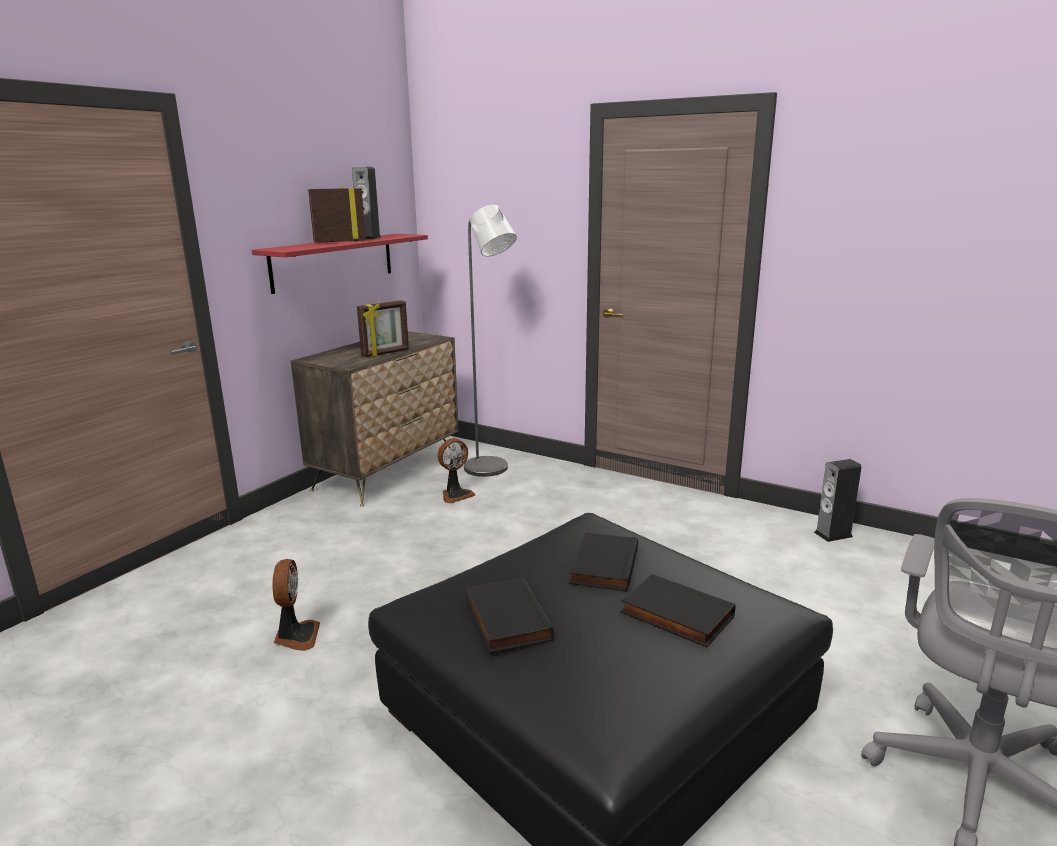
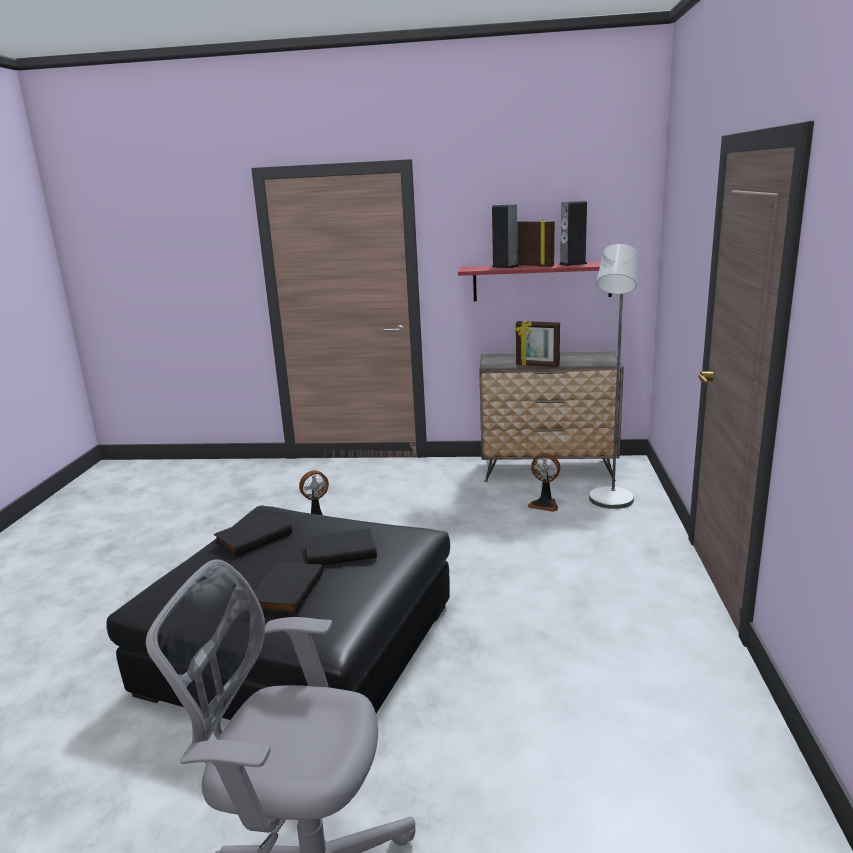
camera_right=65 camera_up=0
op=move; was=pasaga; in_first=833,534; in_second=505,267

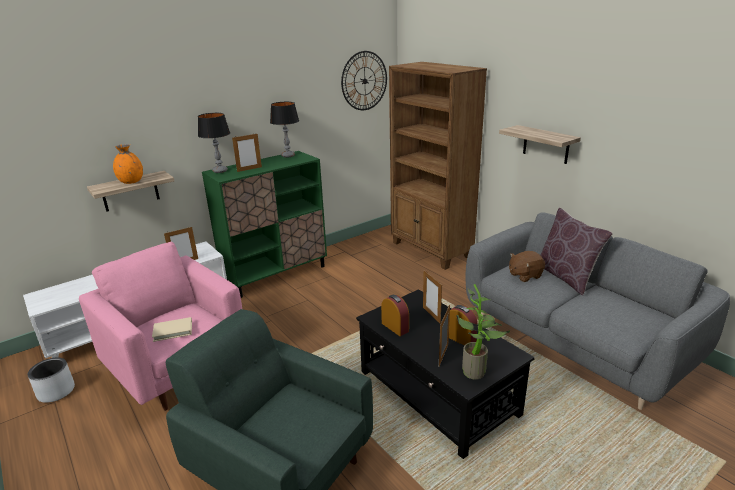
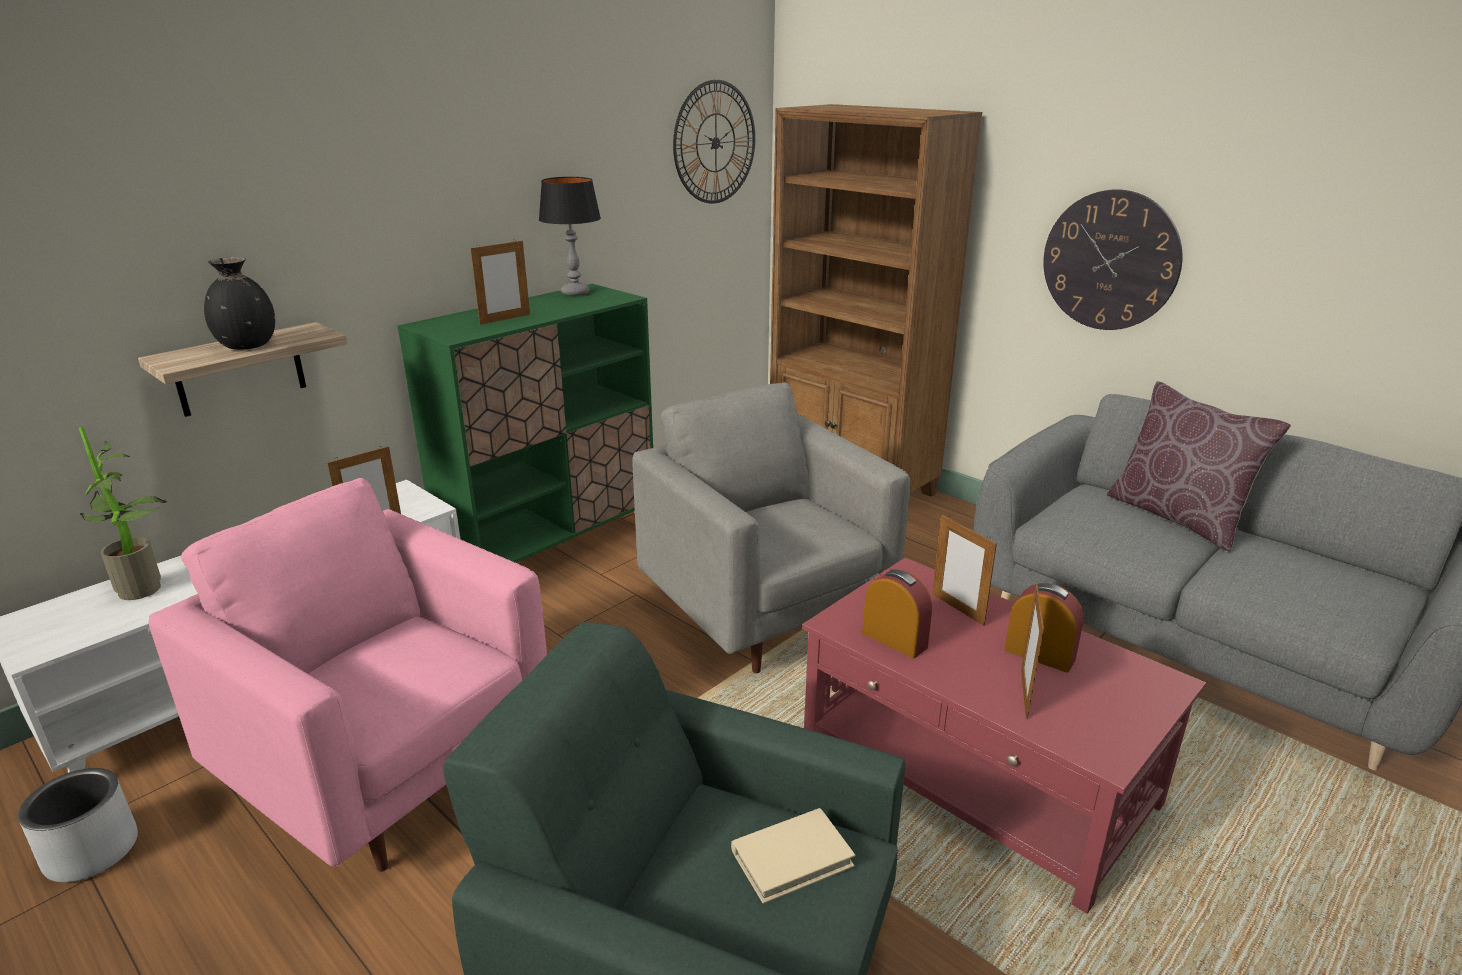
camera_right=-10 camera_up=0
op=recolor; was=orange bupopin; now=black bupopin; in_first=131,182; in_second=248,346
op=move; was=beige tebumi; in_first=173,331; in_second=792,858
op=delete; was=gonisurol; in_first=220,171
op=recolor; was=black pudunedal; now=red pudunedal; in_first=437,393; in_second=977,772
op=move; was=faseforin; in_first=477,371; in_second=147,588
op=replace; was=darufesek; now=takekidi; in_first=546,144; in_second=1110,261
op=delete; was=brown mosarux; in_first=524,275
op=insert; now=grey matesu; in_second=766,612

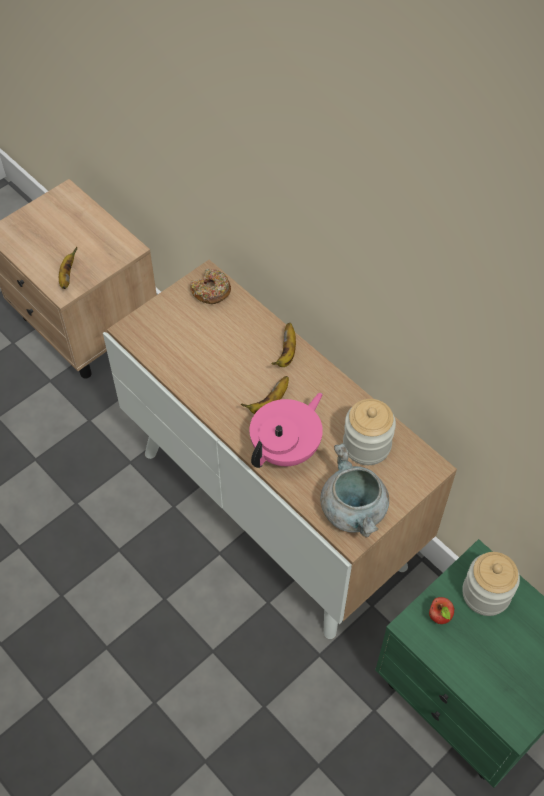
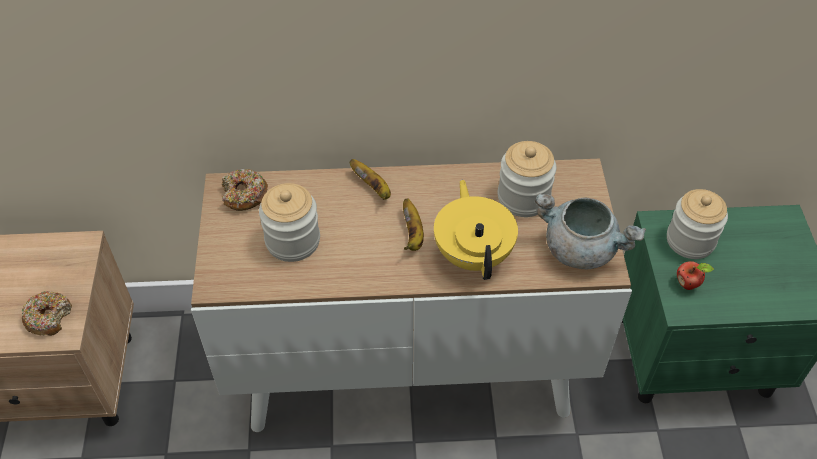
camera_right=-50 camera_up=-5
op=replace; was=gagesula; now=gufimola; in_first=67,276; in_second=49,317
op=recolor; was=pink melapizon; now=yellow melapizon; in_first=287,449; in_second=473,253
op=insert; now=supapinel; in_second=293,241

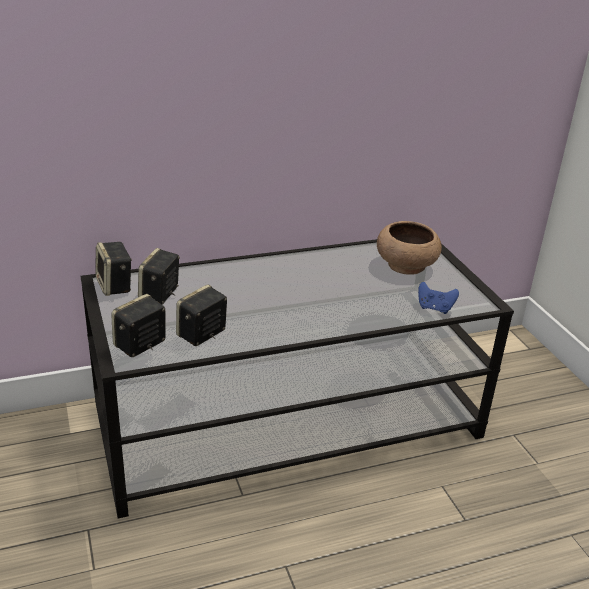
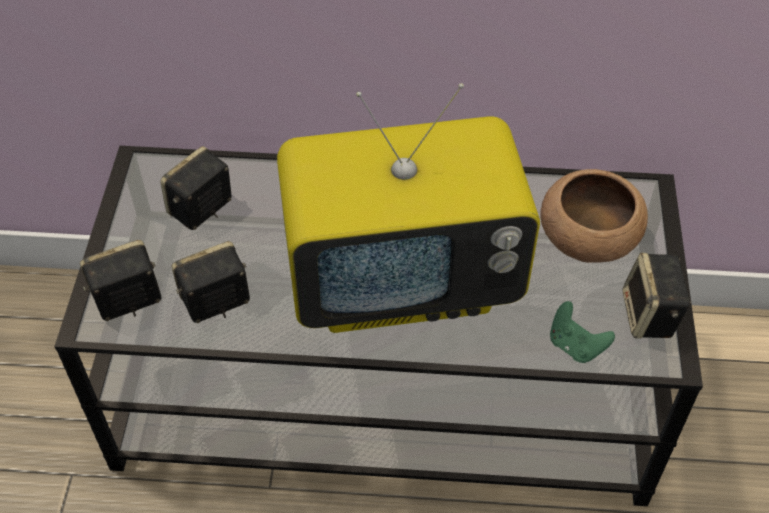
camera_right=25 camera_up=20
op=move; was=pasaga; in_first=115,286; in_second=650,316
op=recolor; was=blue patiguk; now=green patiguk; in_first=434,308; in_second=575,346
op=insert; now=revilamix; in_second=404,281

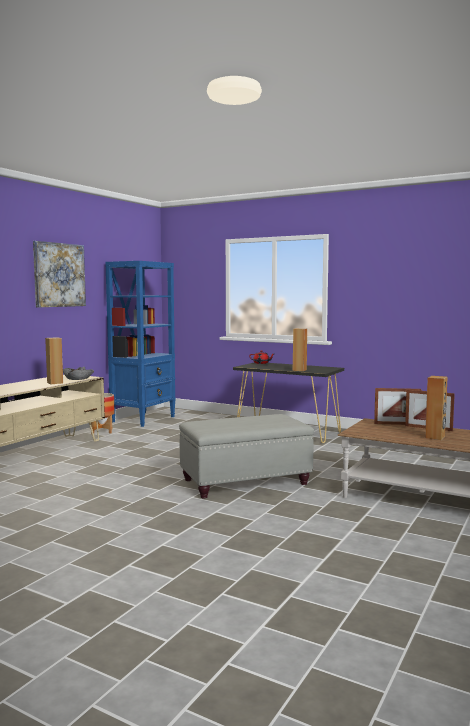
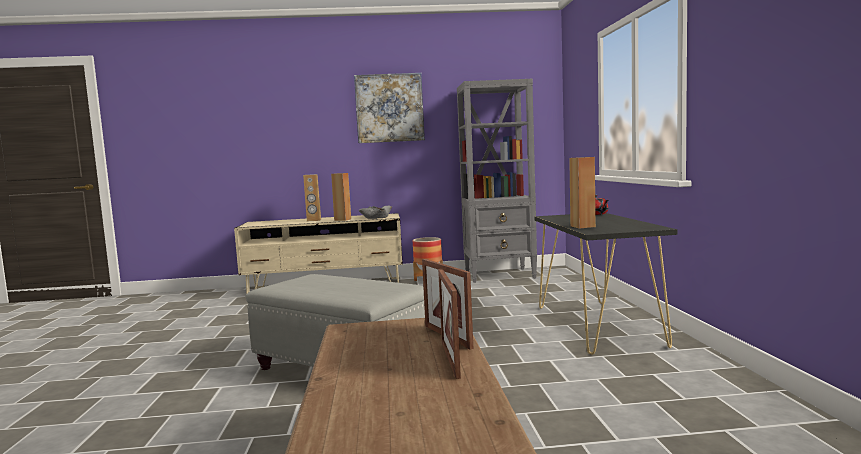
camera_right=55 camera_up=0
op=recolor; was=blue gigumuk; now=grey gigumuk; in_first=144,419; in_second=500,275
op=move; was=brown pasaga; in_first=435,437; in_second=314,220

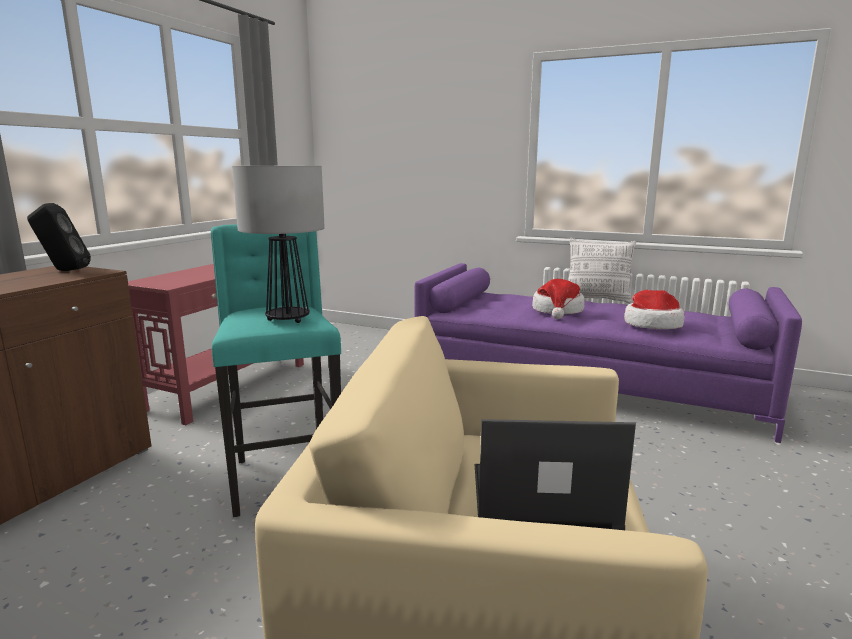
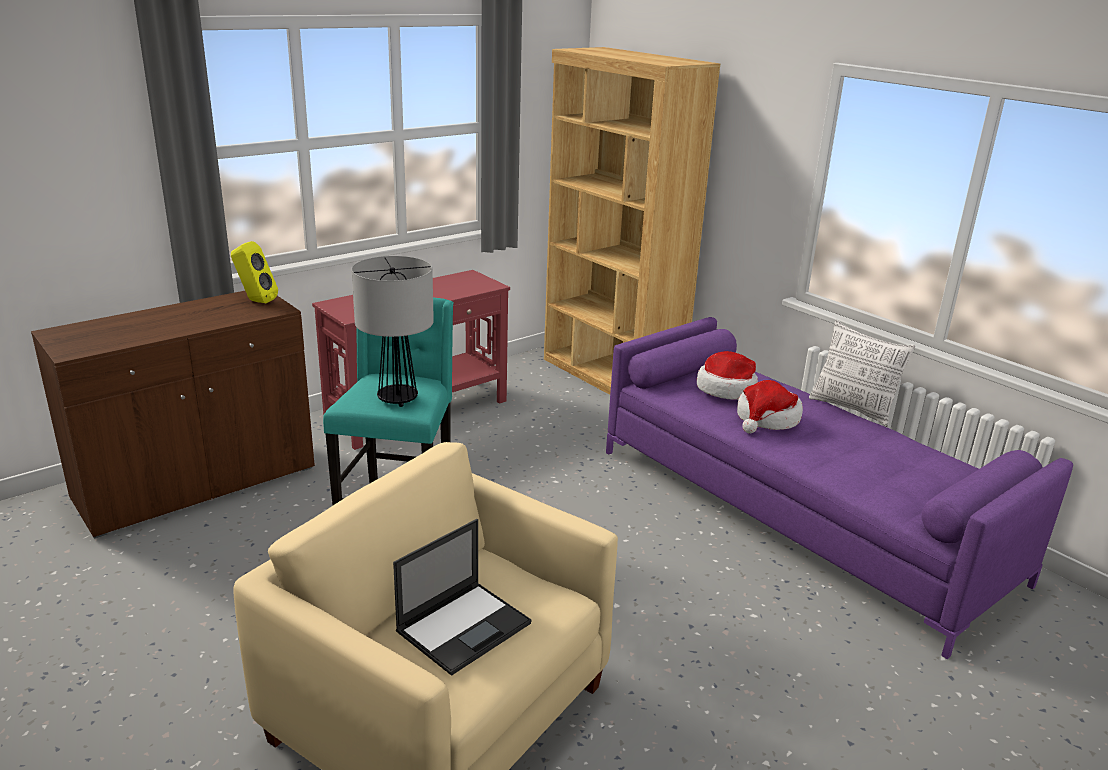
camera_right=25 camera_up=10
op=recolor; was=black pasaga; now=yellow pasaga; in_first=63,271; in_second=255,301
op=rotate; was=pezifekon; in_first=540,498; in_second=465,626; clockwise=105
op=move; was=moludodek; in_first=652,324; in_second=726,389
op=insert; now=brown gigumuk; in_second=610,376

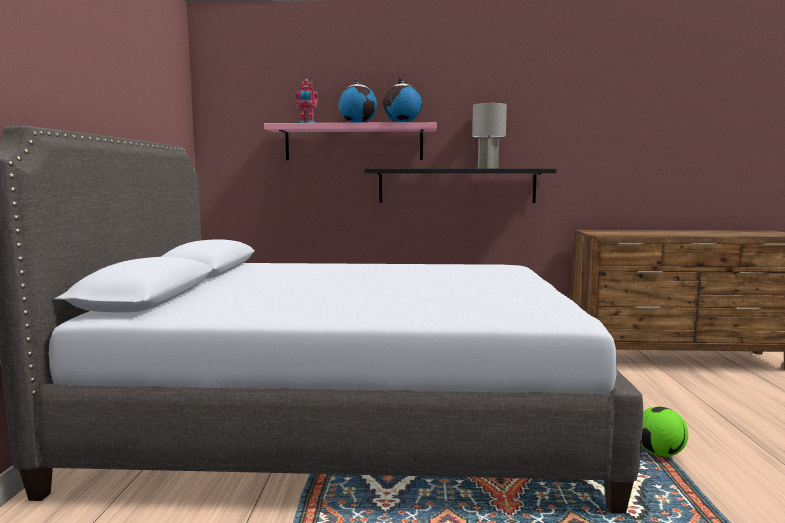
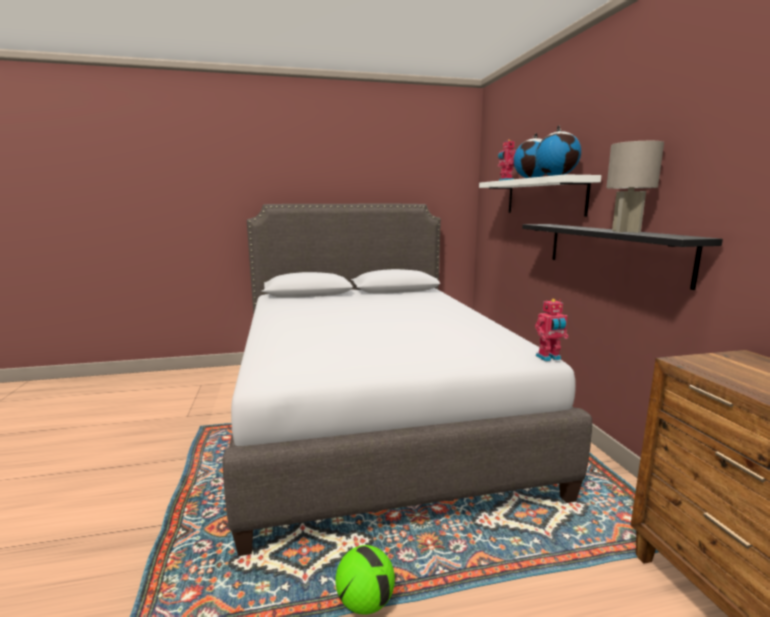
camera_right=75 camera_up=5
op=recolor; was=pink darufesek; now=white darufesek; in_first=354,143; in_second=544,197
op=insert; now=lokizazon; in_second=549,358

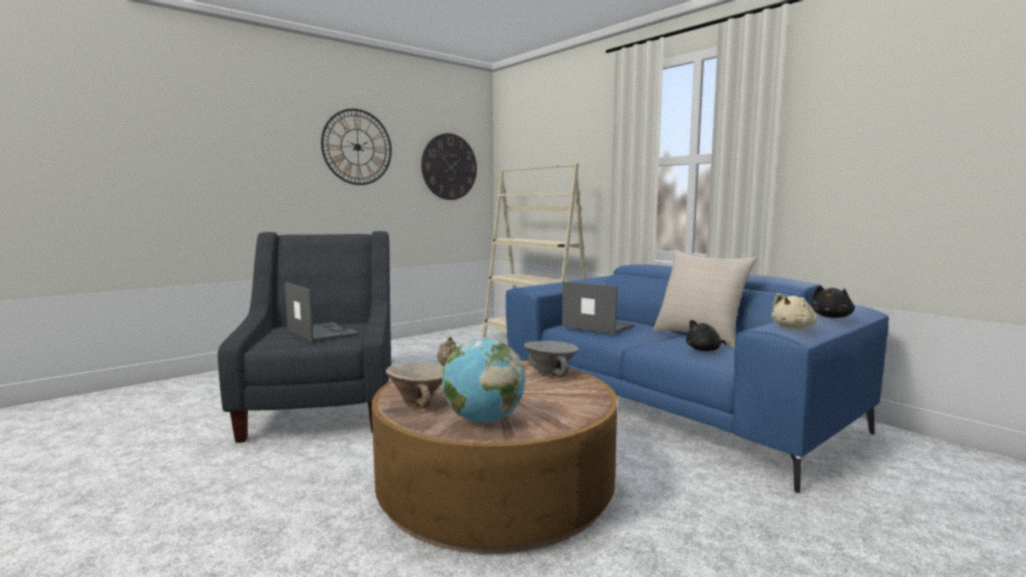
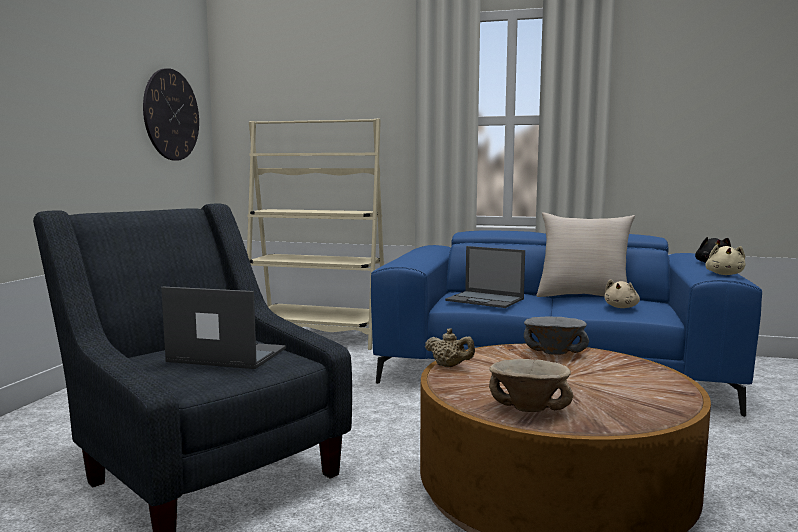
camera_right=-35 camera_up=0
op=delete; was=takekidi; in_first=357,147
op=delete; was=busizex; in_first=483,420
op=rotate; was=pezifekon; in_first=597,326; in_second=485,300; clockwise=-150
op=recolor; was=black mosarux; now=beige mosarux; in_first=705,350; in_second=621,307

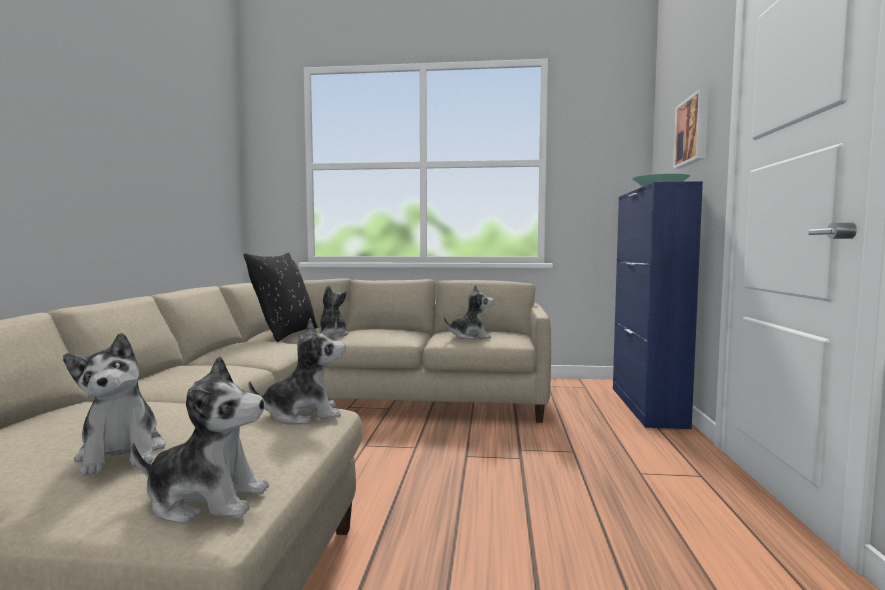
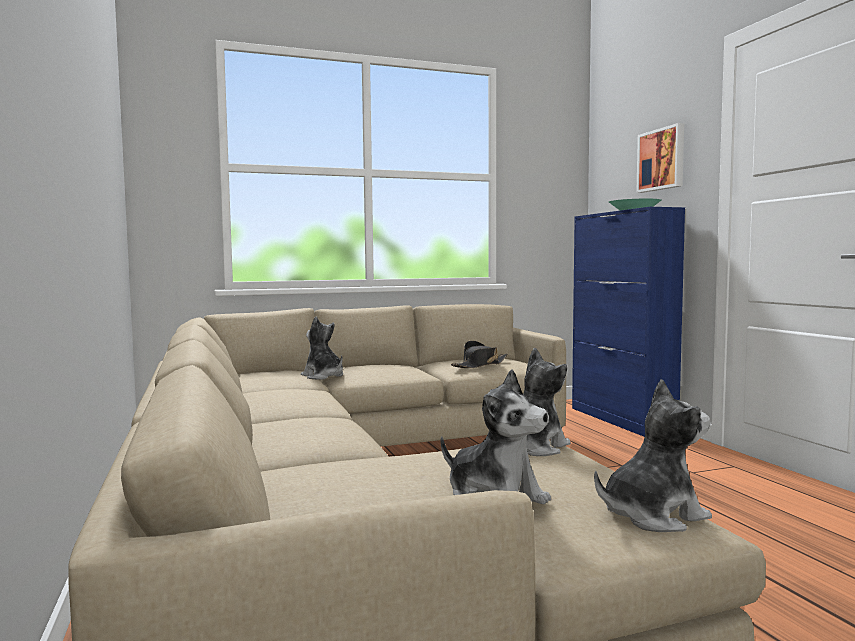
camera_right=-25 camera_up=0
op=delete; was=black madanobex; in_first=284,334
op=replace; was=mosarux; now=black moludodek; in_first=470,337; in_second=479,365

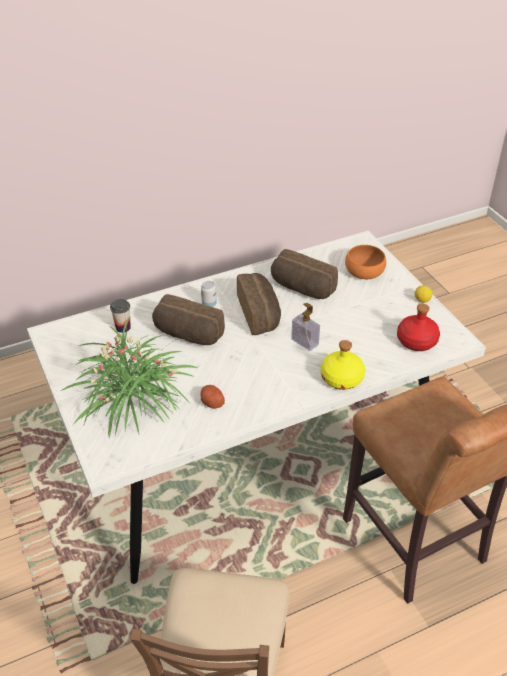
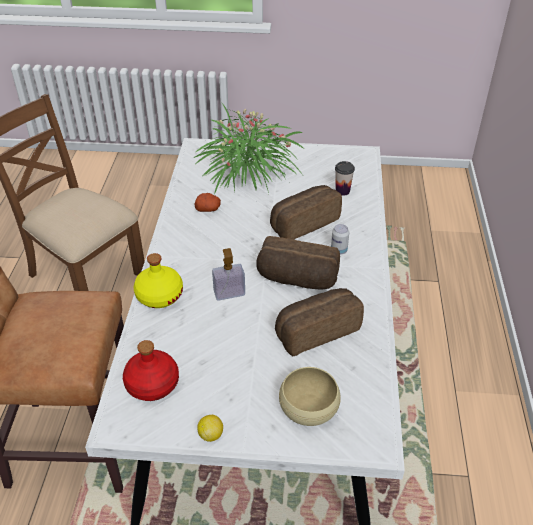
camera_right=120 camera_up=0
op=recolor; was=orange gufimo; now=beige gufimo; in_first=364,271; in_second=309,407

